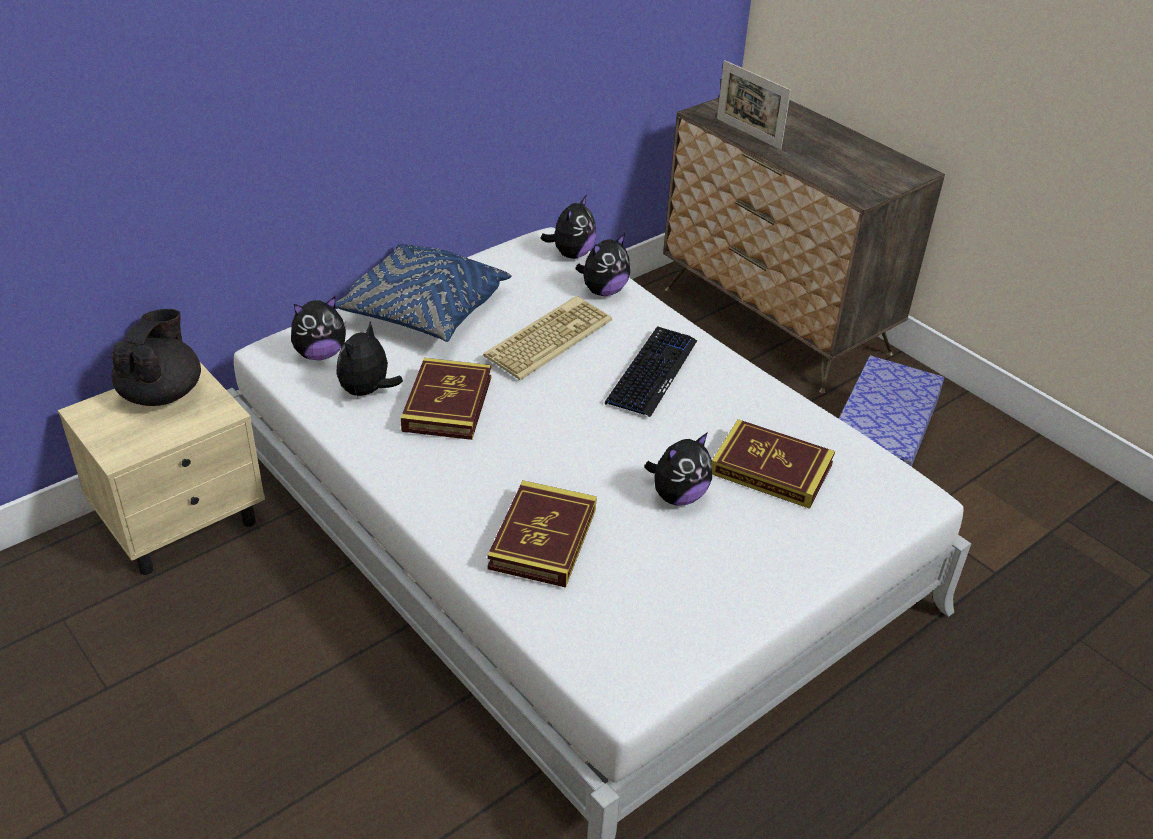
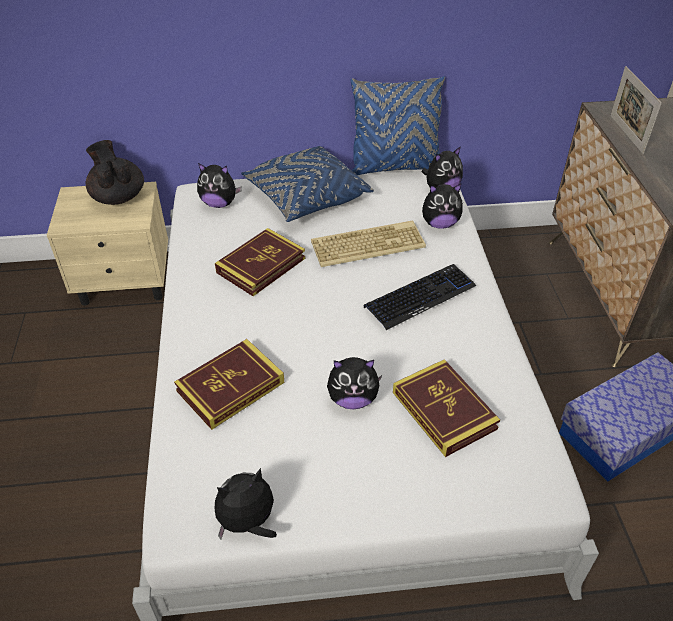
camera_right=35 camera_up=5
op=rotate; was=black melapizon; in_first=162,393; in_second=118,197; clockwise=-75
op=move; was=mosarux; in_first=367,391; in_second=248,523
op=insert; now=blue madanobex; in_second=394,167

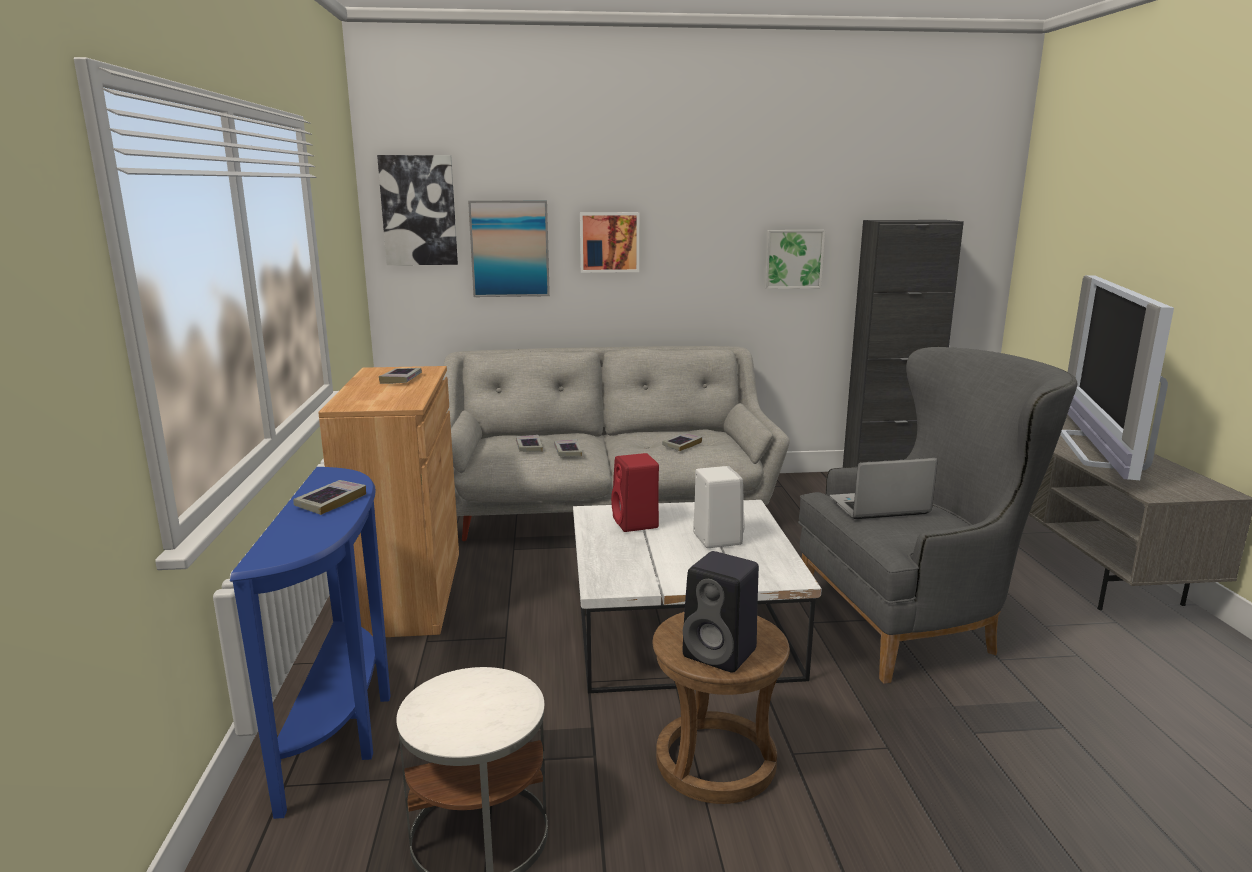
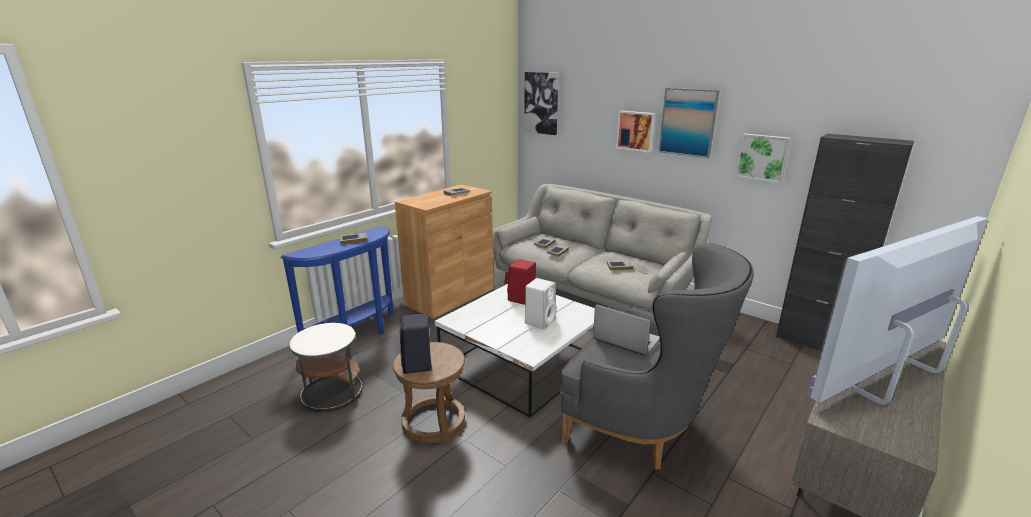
camera_right=45 camera_up=5
op=move; was=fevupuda; in_first=510,248; in_second=688,122

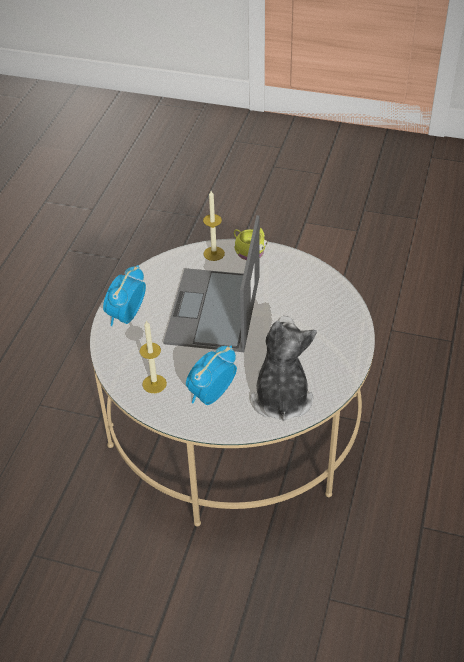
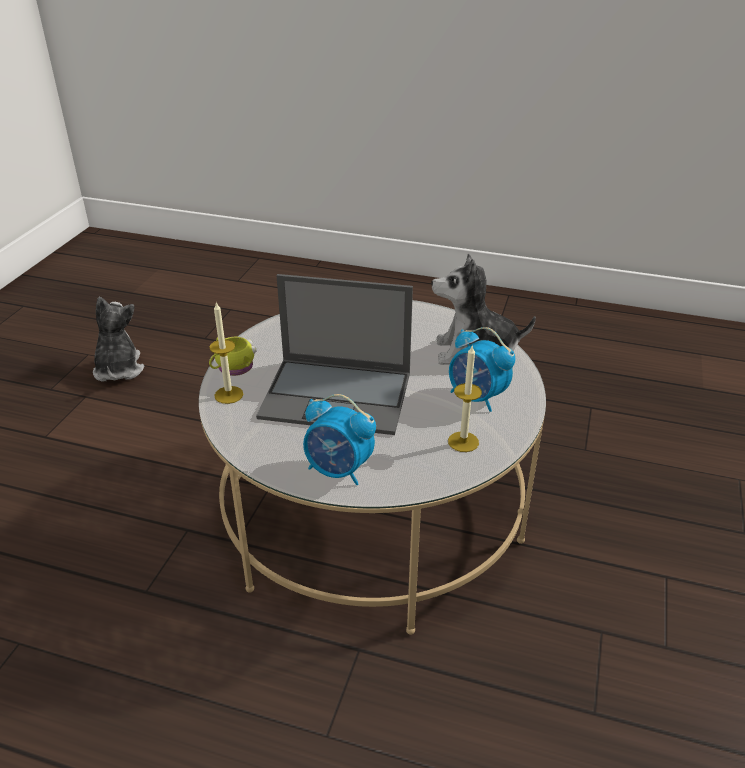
camera_right=-90 camera_up=-10
op=insert; now=mosarux; in_second=118,369

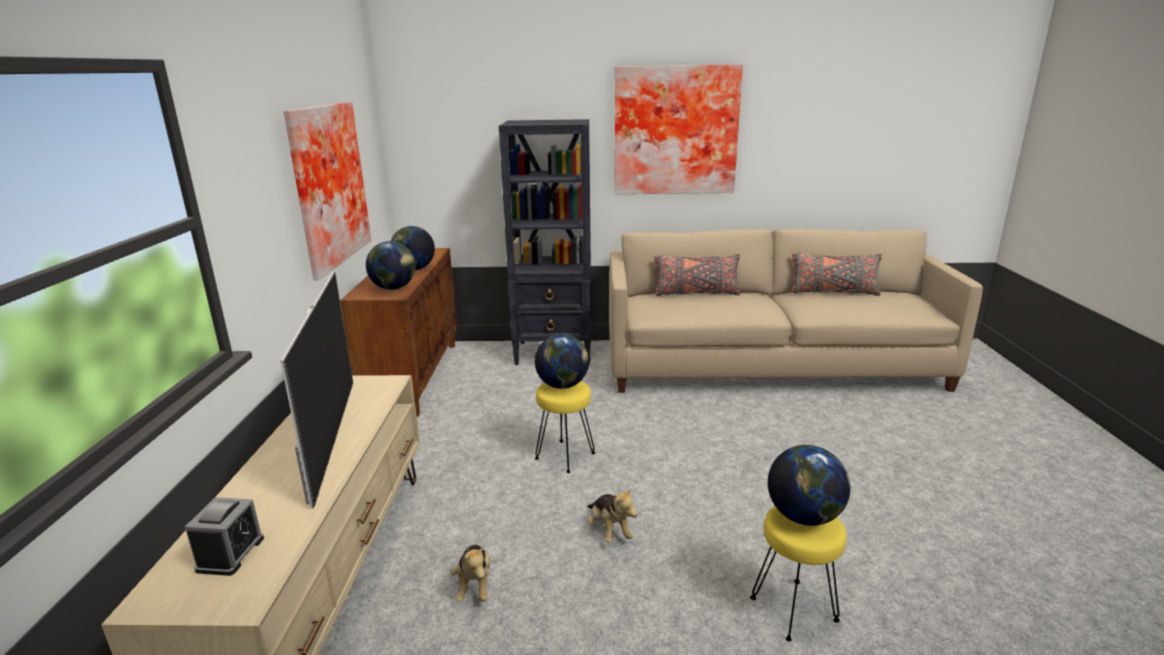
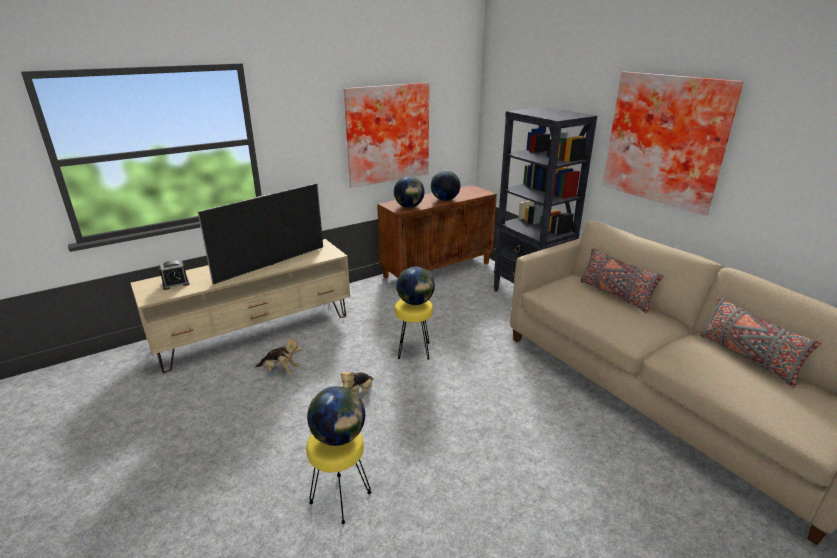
camera_right=55 camera_up=5
op=rotate; was=mosarux; in_first=474,585; in_second=280,370; clockwise=-120

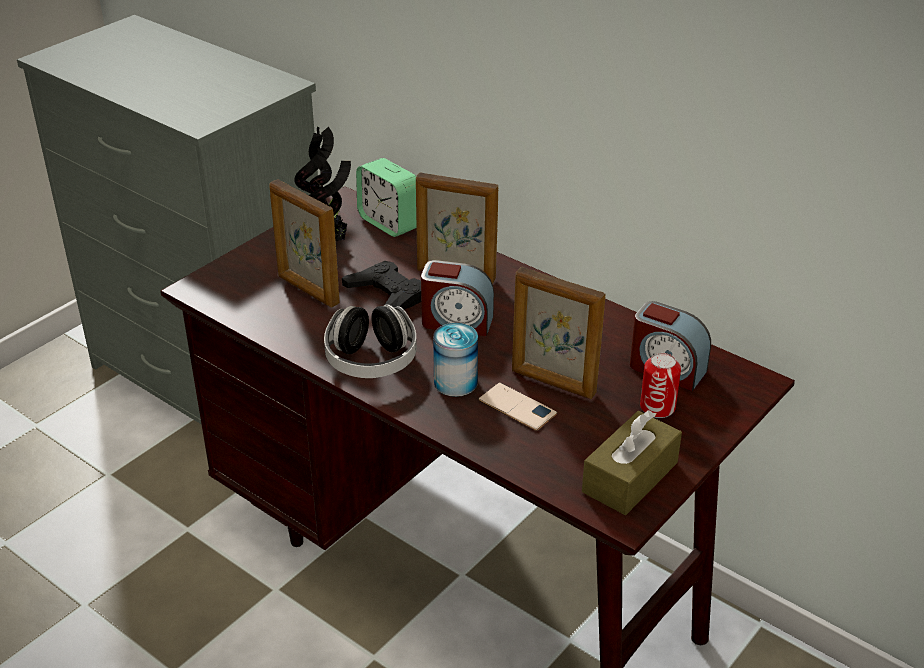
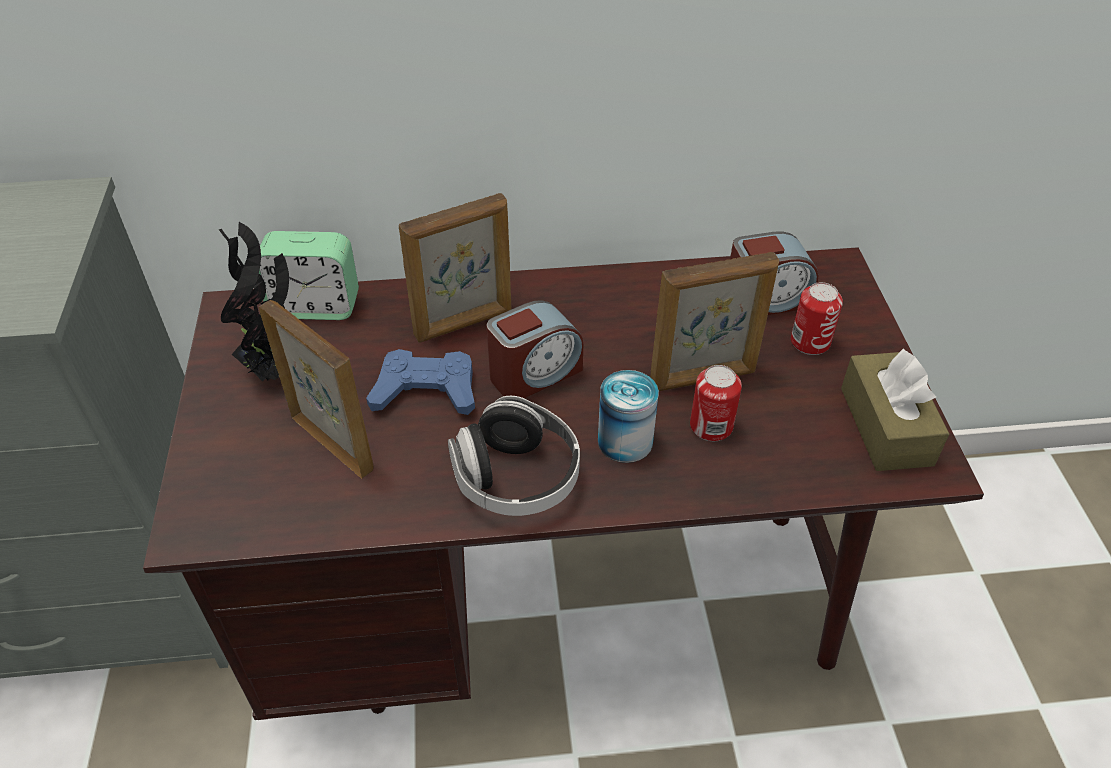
camera_right=-45 camera_up=10
op=rotate; was=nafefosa; in_first=307,290; in_second=333,442; clockwise=-135
op=recolor; was=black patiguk; now=blue patiguk; in_first=387,295; in_second=426,390
op=replace; was=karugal; now=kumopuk; in_first=517,407; in_second=711,426

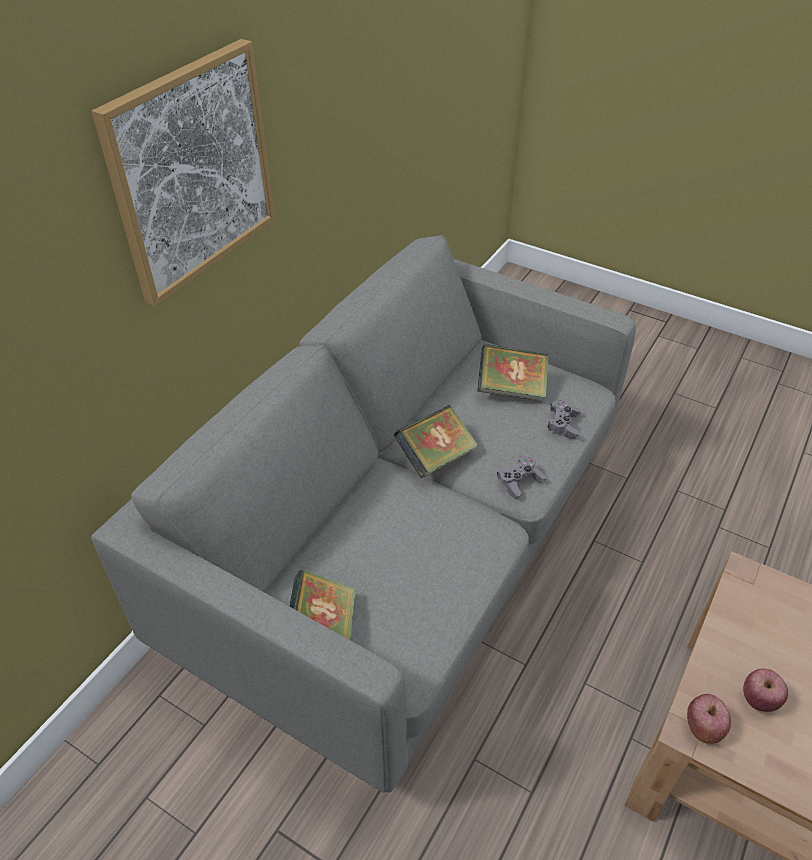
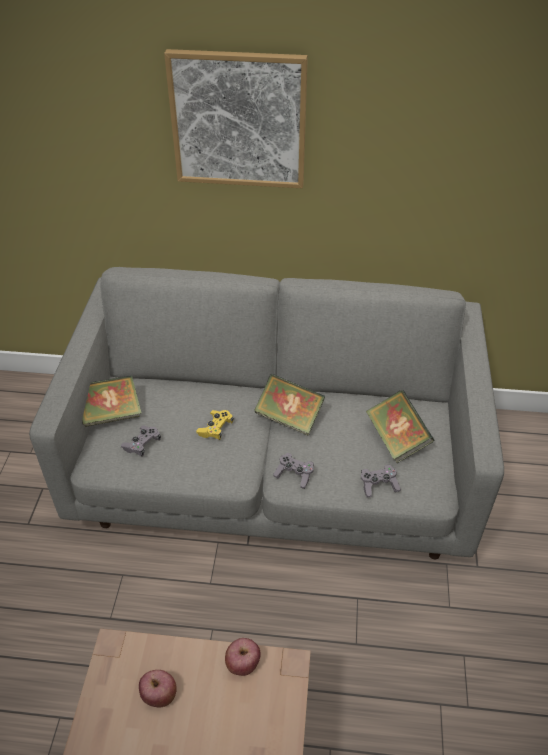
camera_right=65 camera_up=0
op=move; was=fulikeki; in_first=702,728; in_second=242,664
op=insert; now=grey patiguk; in_second=142,445
op=insert; now=yellow patiguk; in_second=216,429

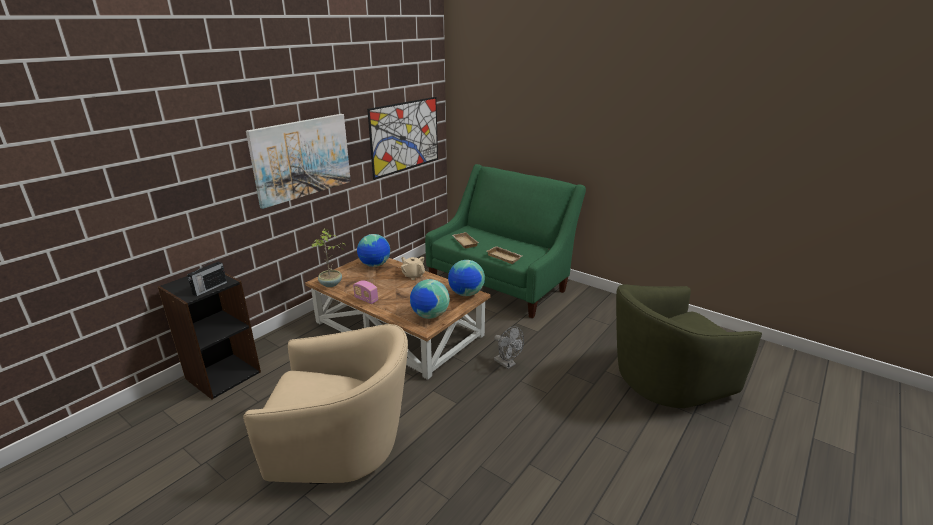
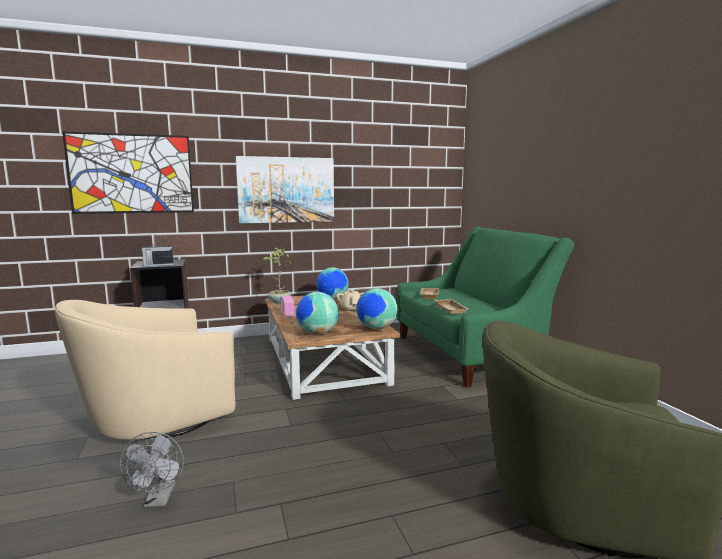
camera_right=35 camera_up=-15
op=rotate; was=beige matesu; in_first=341,448; in_second=158,419; clockwise=105
op=move; was=fevupuda; in_first=405,136; in_second=131,174
op=move; was=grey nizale; in_first=507,364; in_second=159,500

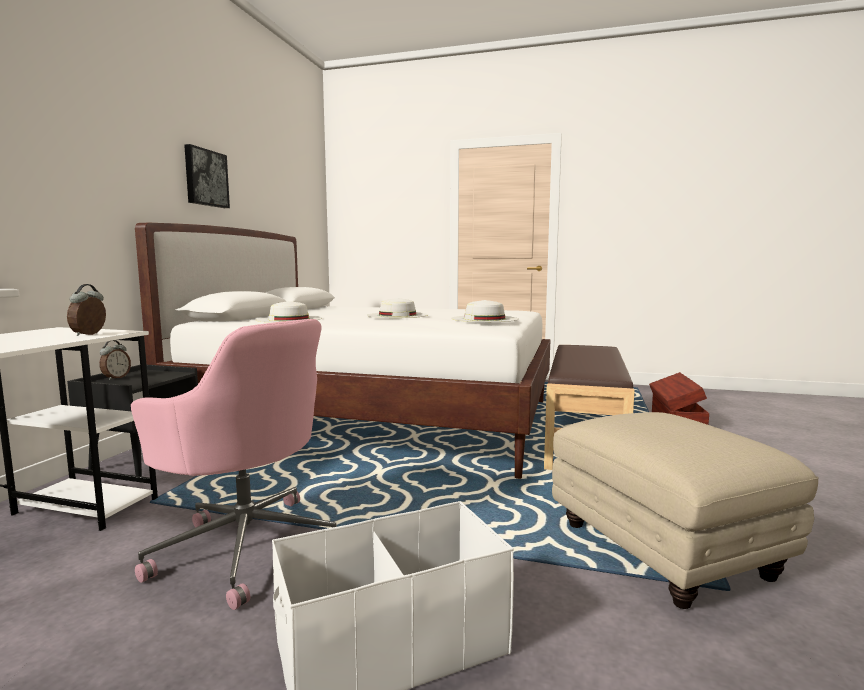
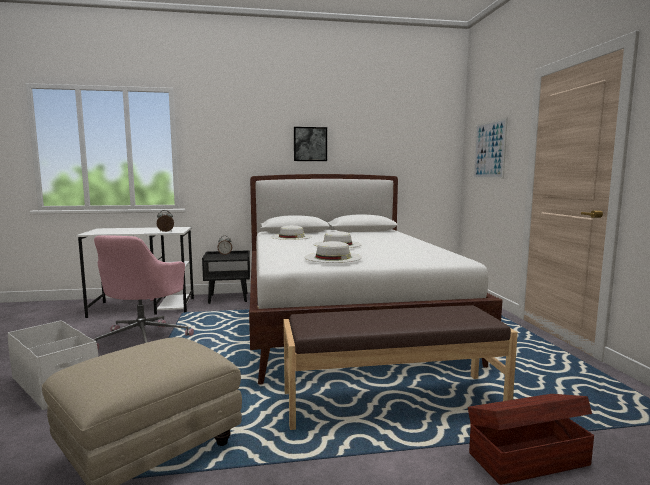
camera_right=65 camera_up=0
op=insert; now=fevupuda; in_second=489,150

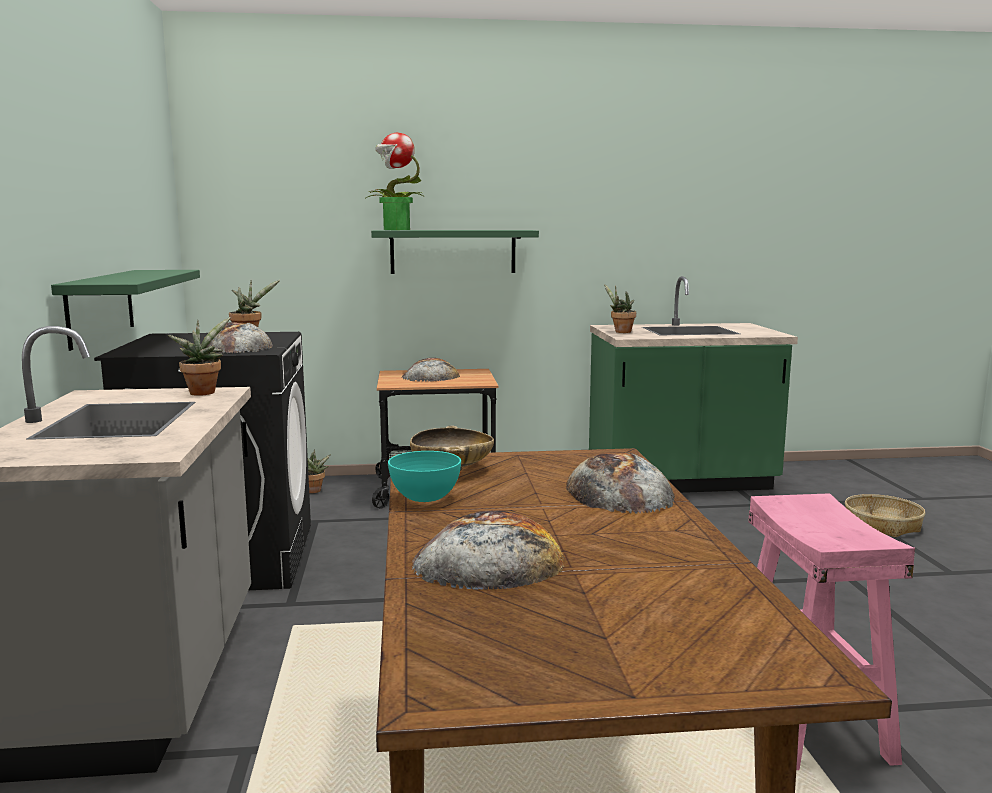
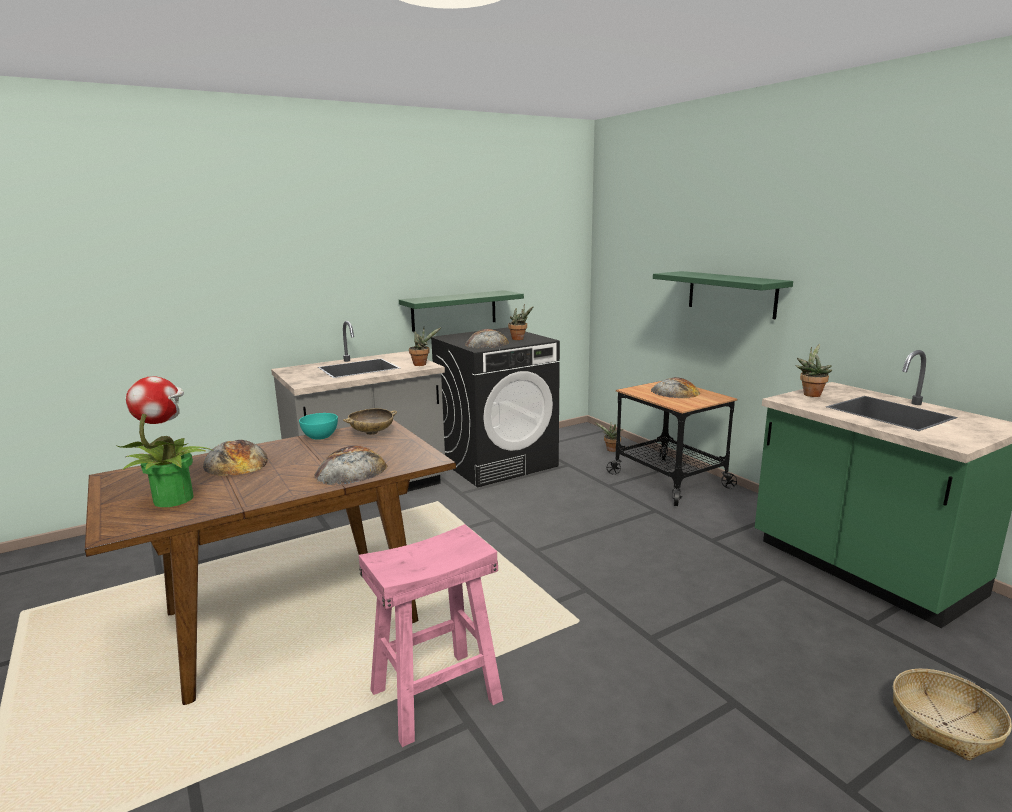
camera_right=65 camera_up=5
op=move; was=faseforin; in_first=395,230; in_second=174,498

